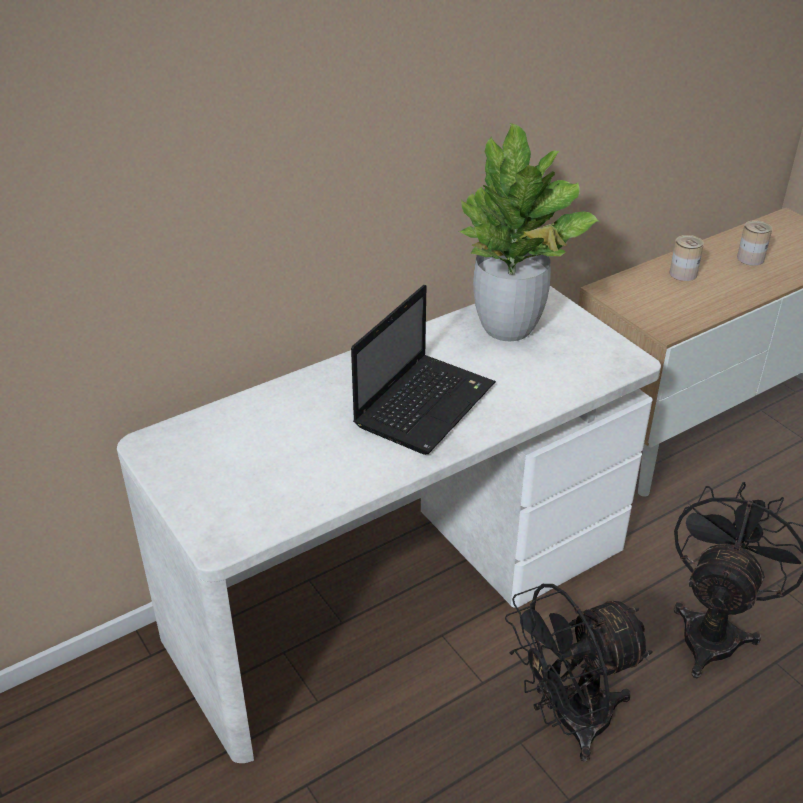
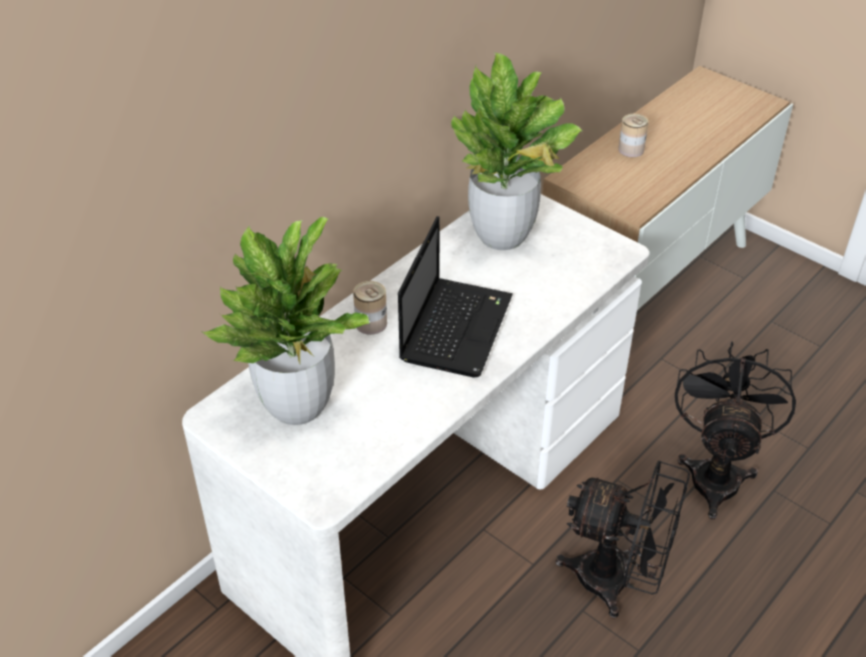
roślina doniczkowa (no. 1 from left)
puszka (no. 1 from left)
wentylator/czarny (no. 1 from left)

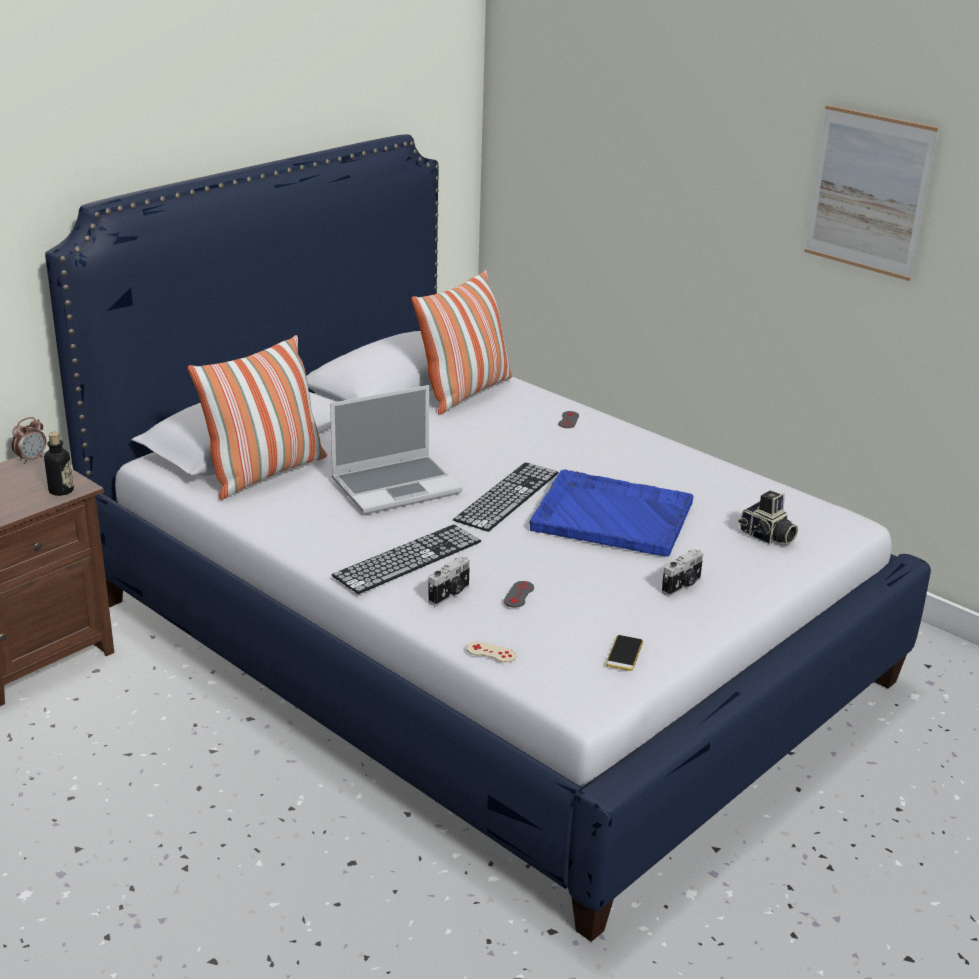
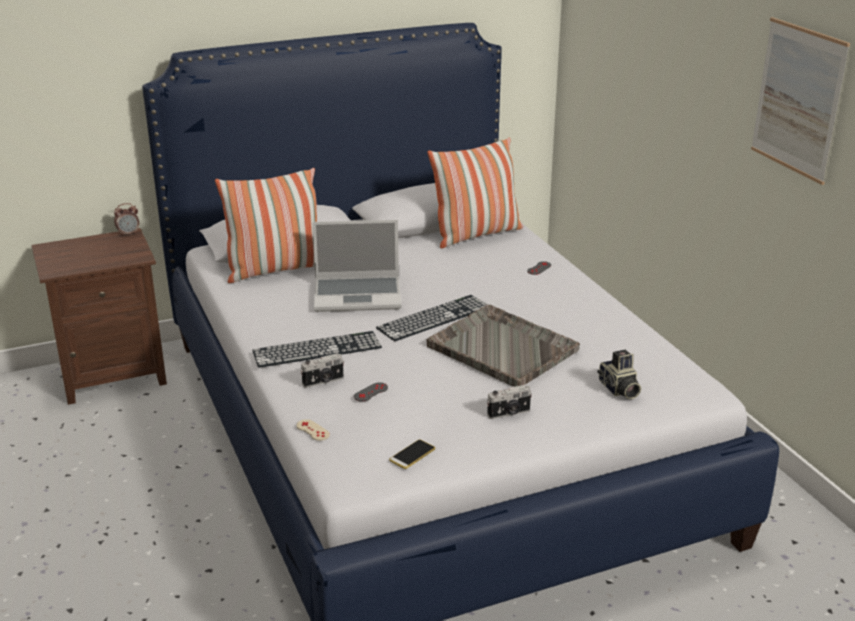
taca/szary
butelka

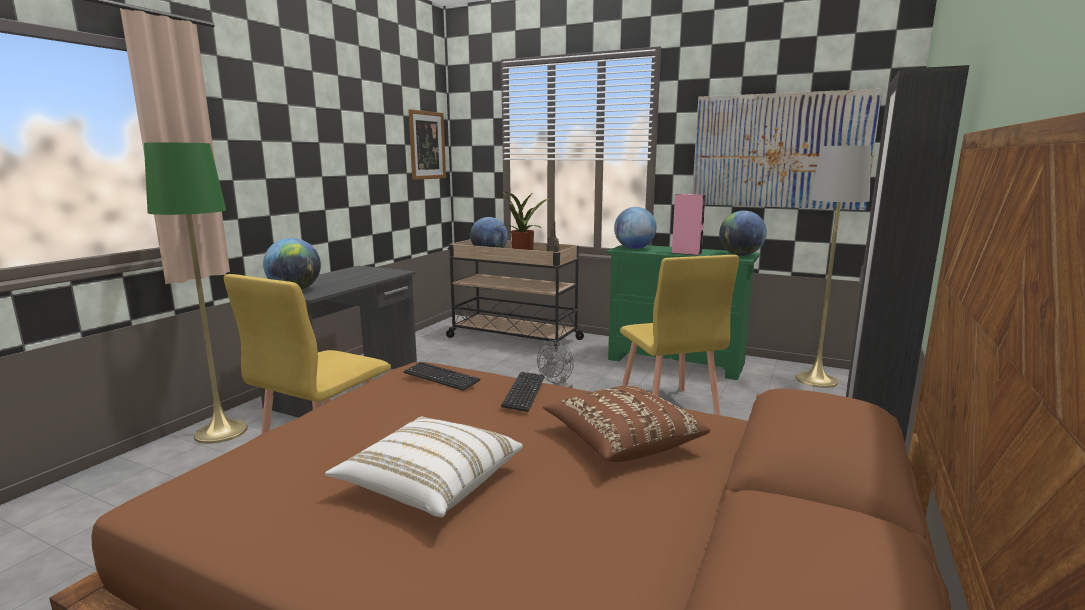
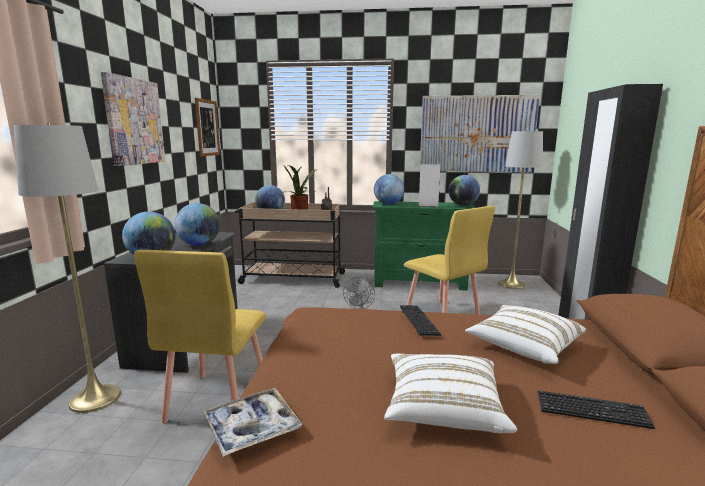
lampa stojąca/szary (no. 1 from left)
obraz (no. 1 from left)
globus (no. 2 from left)
taca
głośnik/biały
poduszka/biały (no. 2 from left)
klawiatura (no. 2 from left)

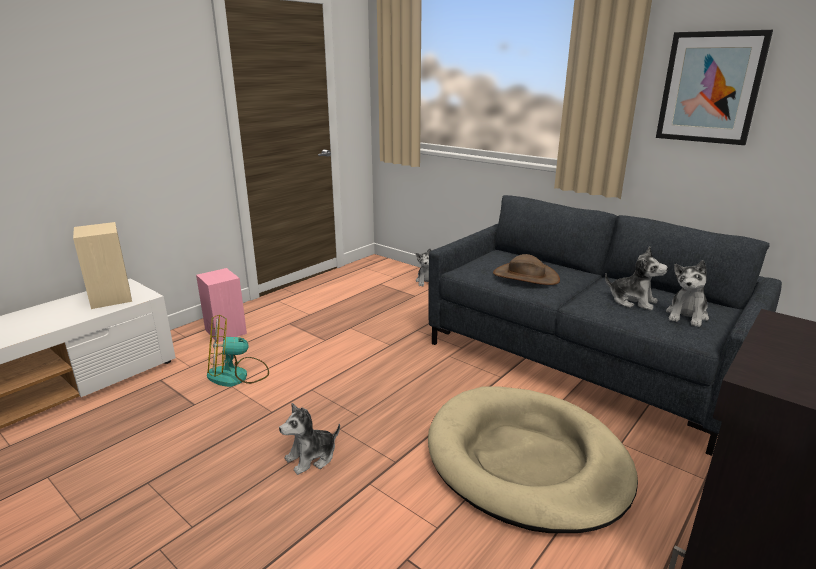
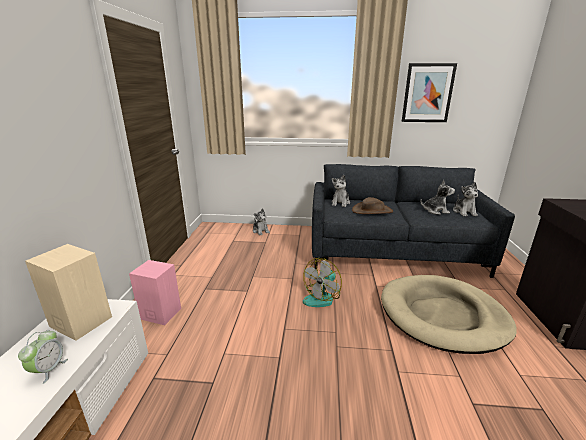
budzik
wentylator
pluszak (no. 2 from left)

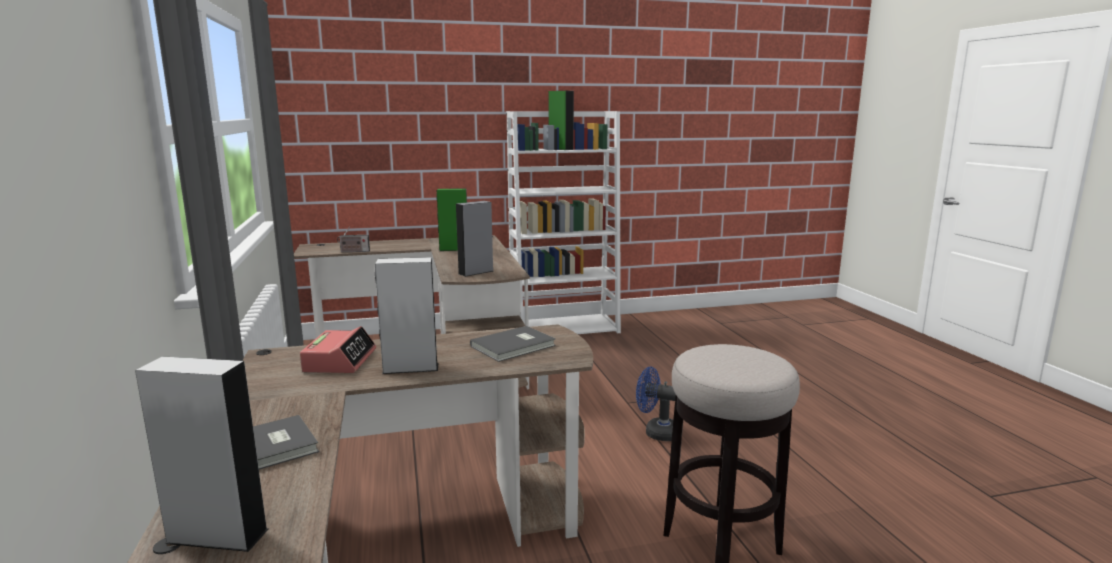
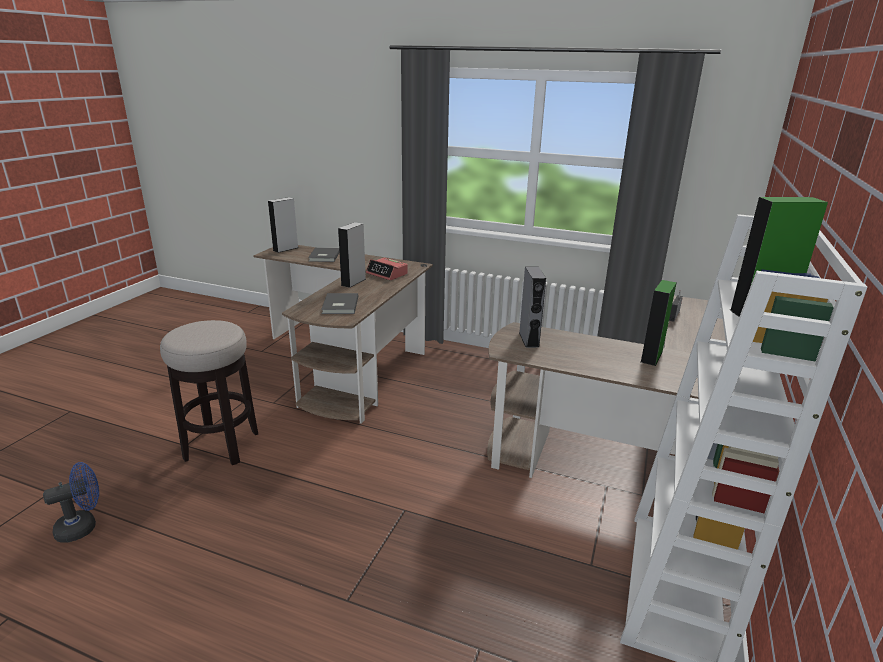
wentylator/niebieski

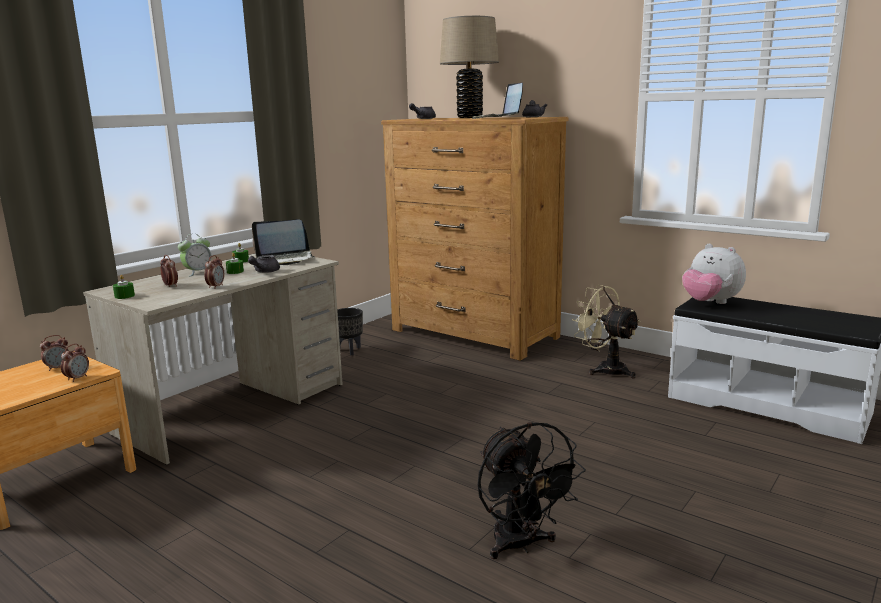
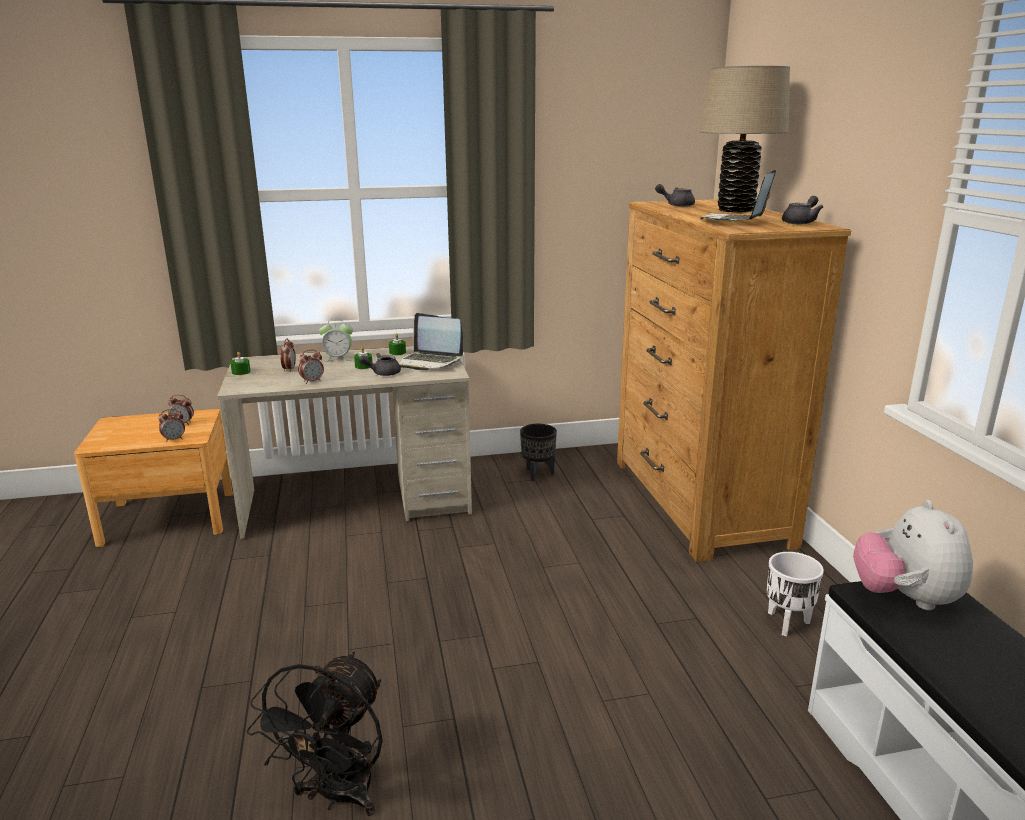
donica/biały

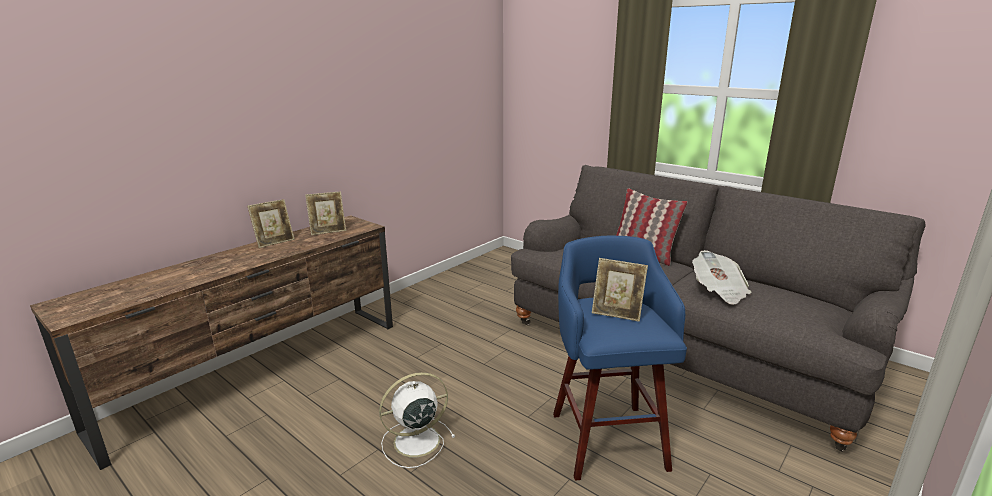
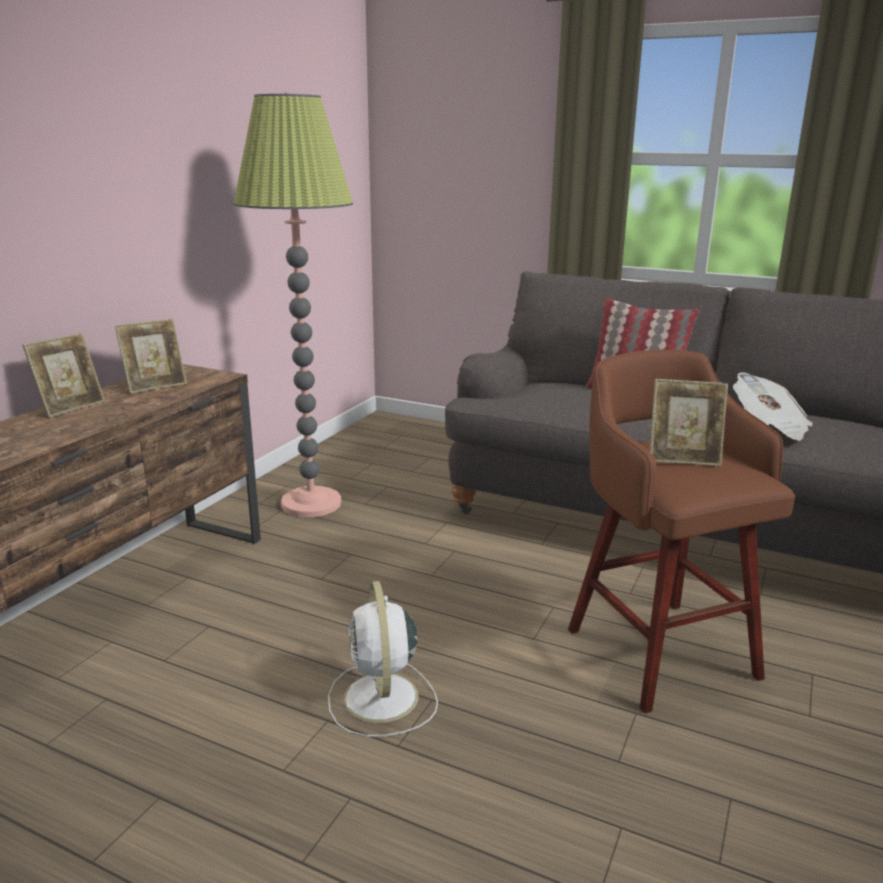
lampa stojąca
wentylator/biały
stołek/brązowy

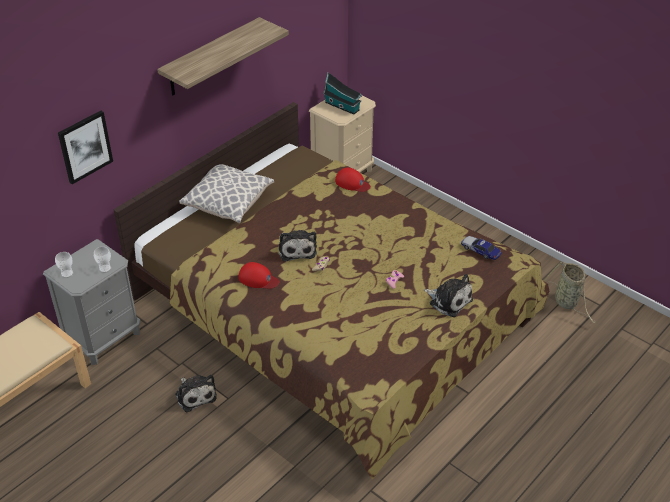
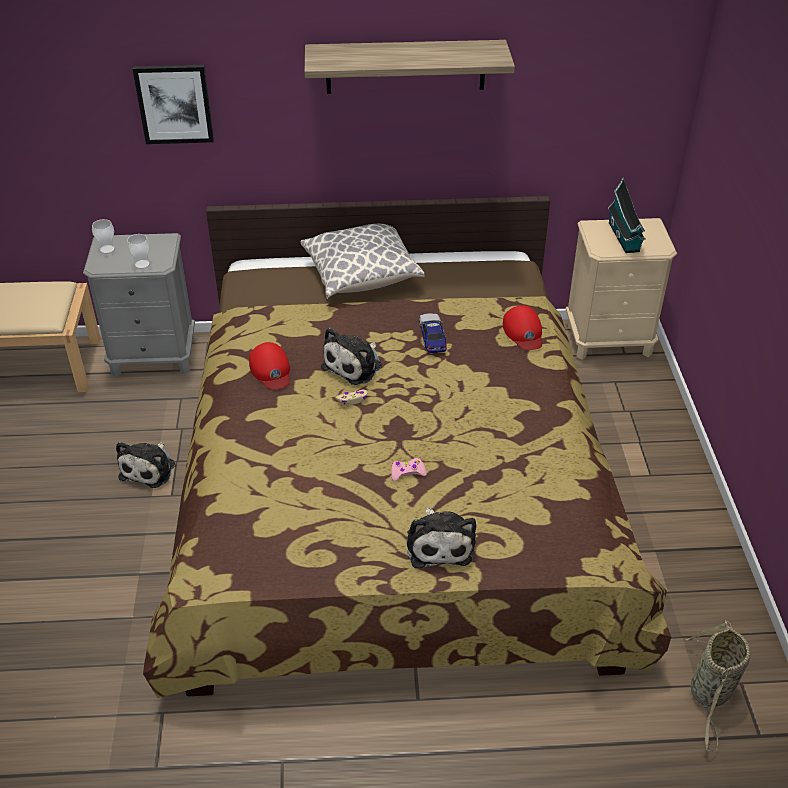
samochodzik

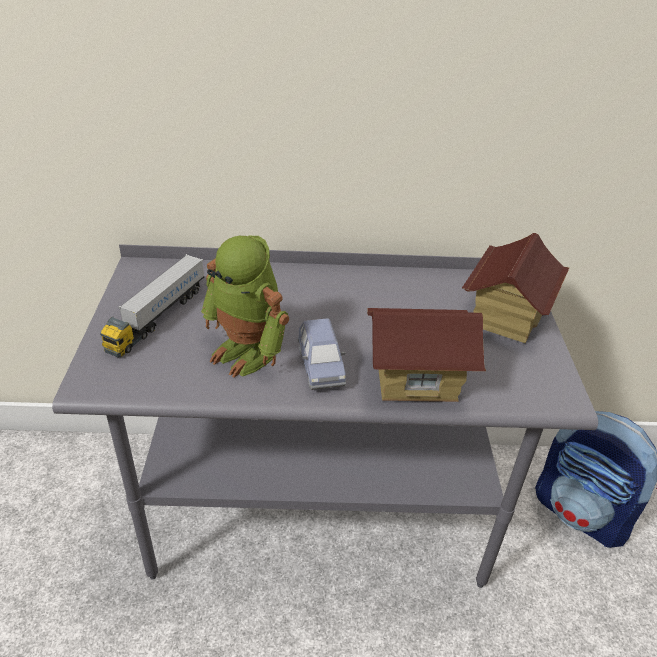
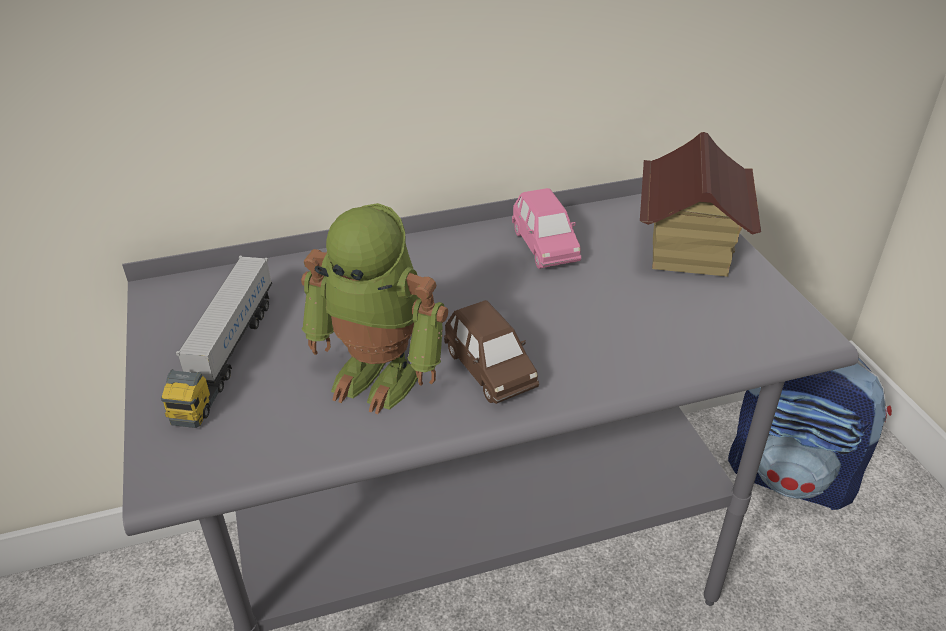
samochodzik/brązowy
samochodzik/różowy
domek (no. 1 from left in the first image)

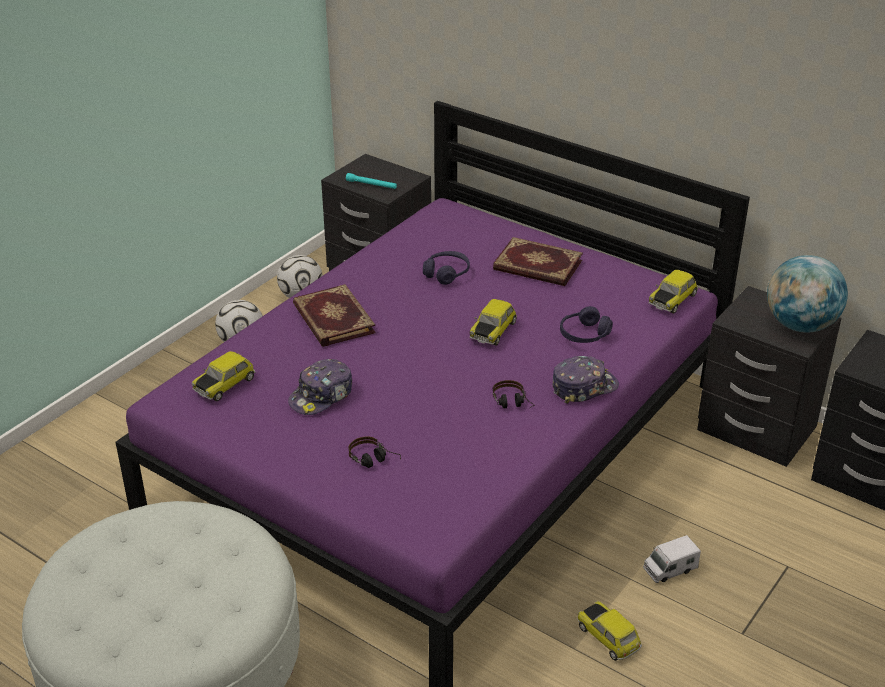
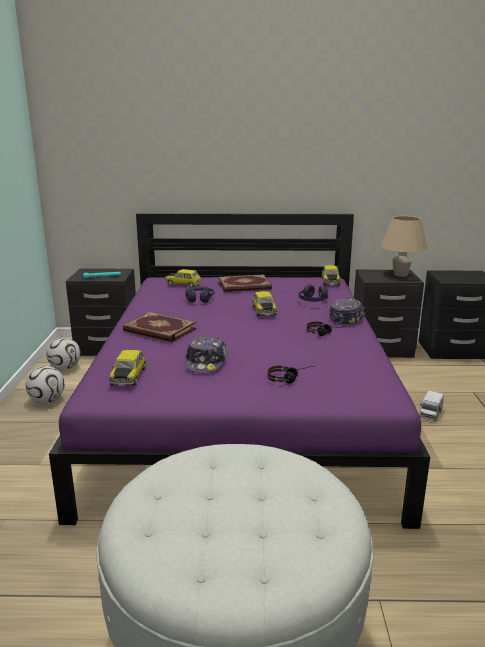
samochodzik (no. 2 from left)
lampa stołowa/beżowy

